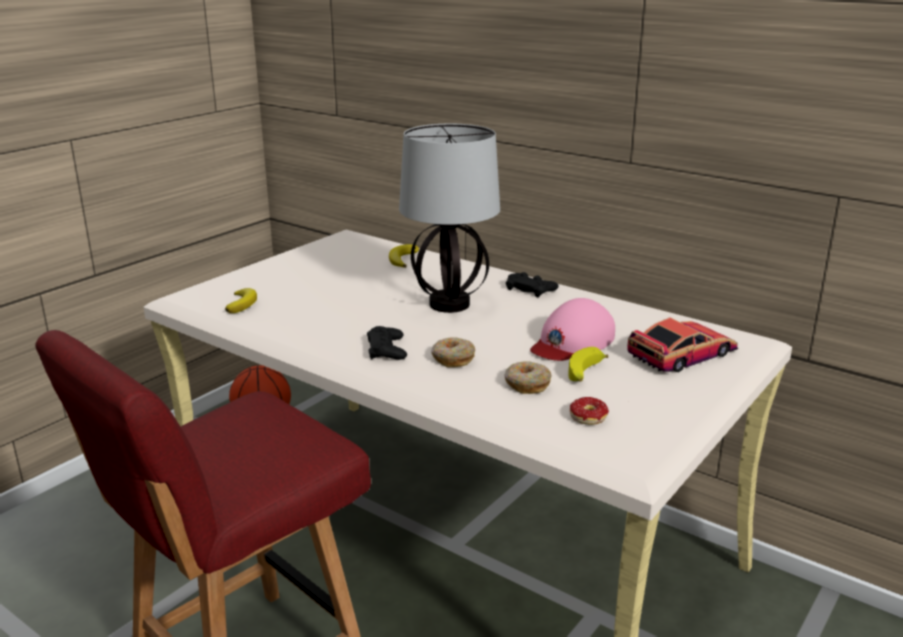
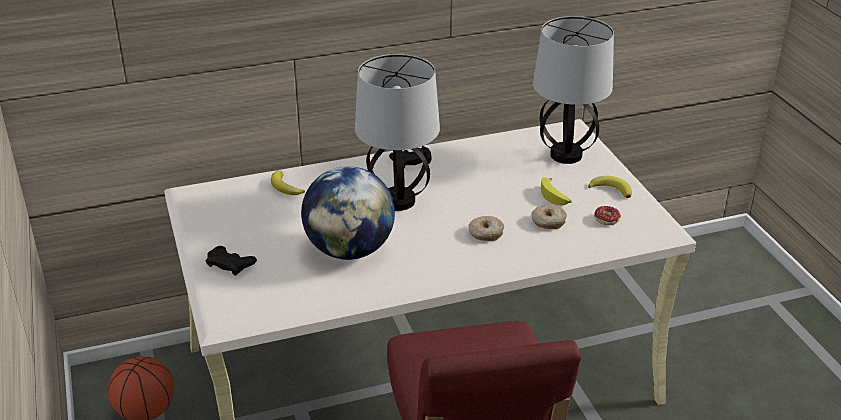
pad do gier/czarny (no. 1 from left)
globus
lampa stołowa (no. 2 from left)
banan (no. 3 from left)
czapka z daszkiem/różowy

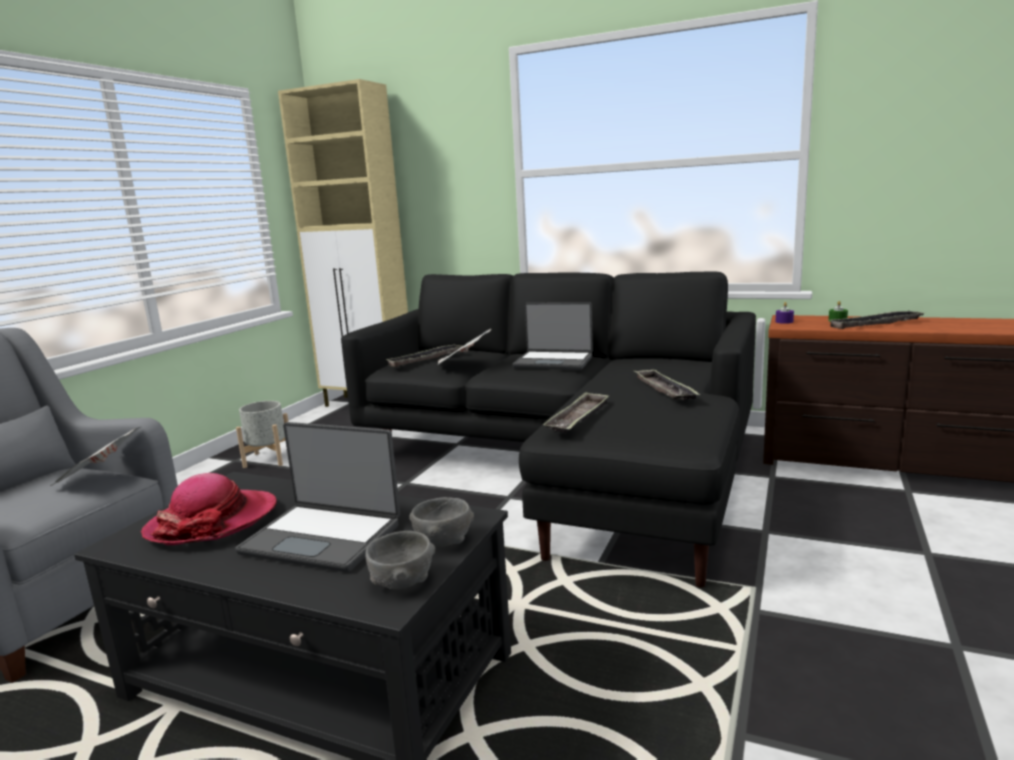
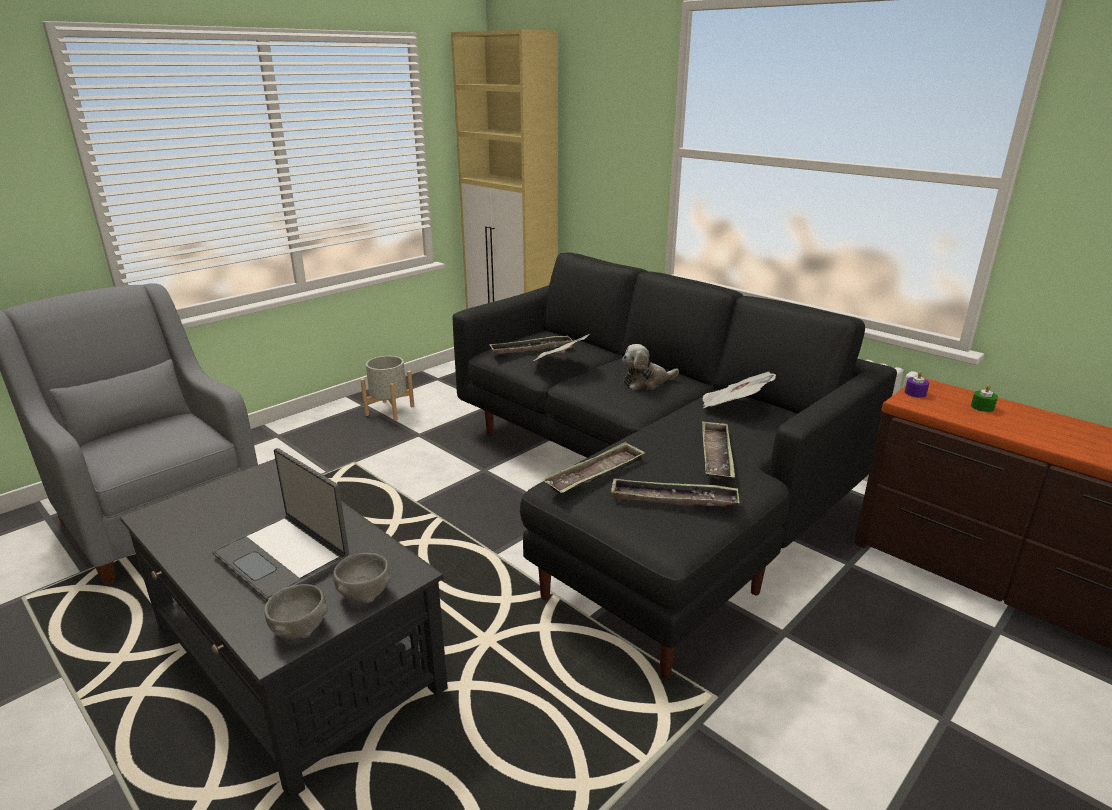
taca (no. 3 from left)
pluszak
gazeta (no. 2 from left)
kapelusz

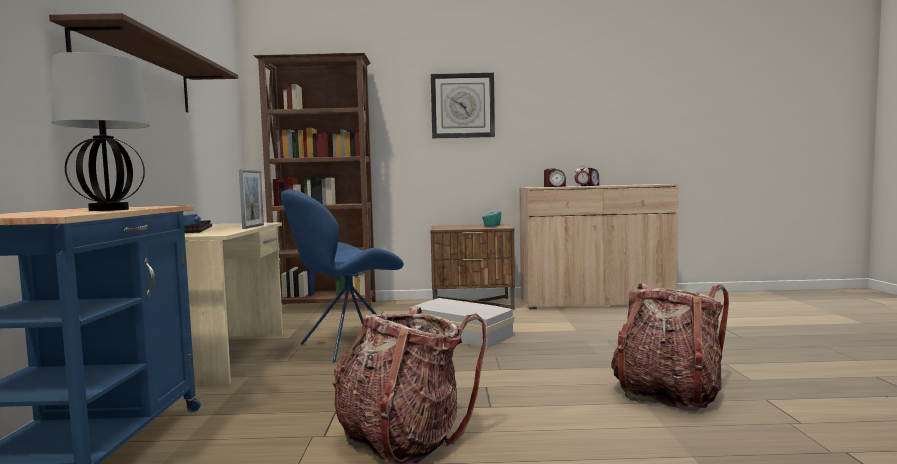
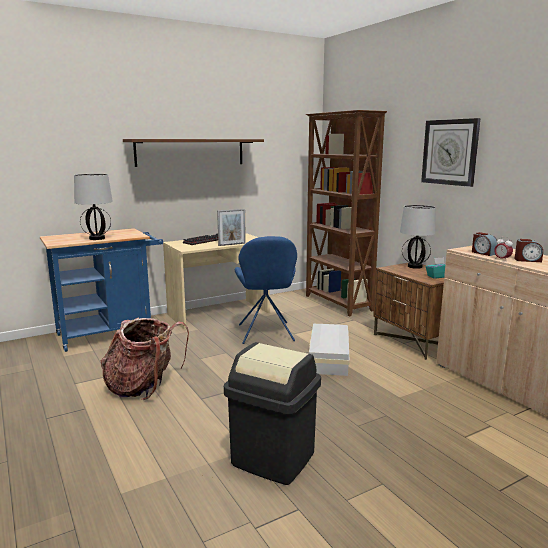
kosz na śmieci/czarny
krzesło/niebieski
lampa stołowa (no. 2 from left)

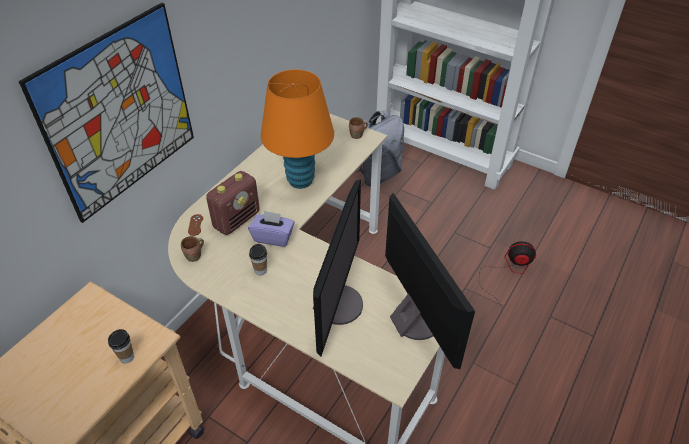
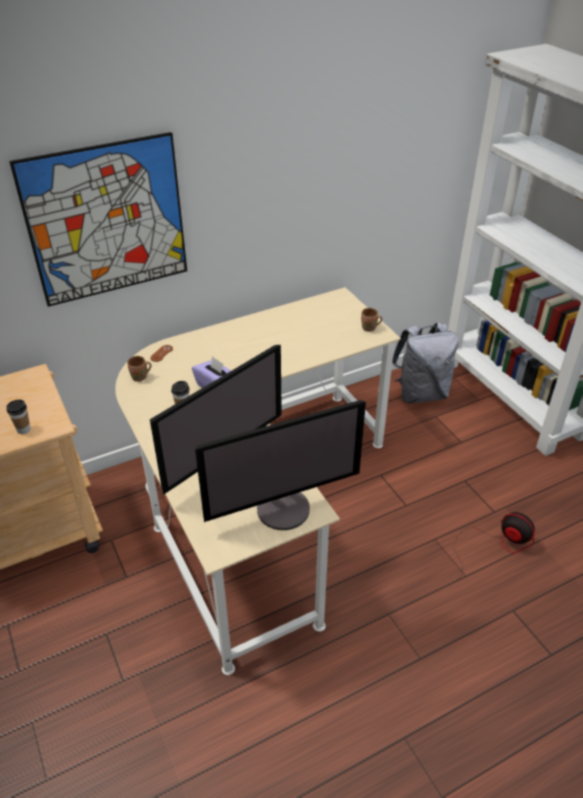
monitor (no. 2 from left)
radio
lampa stołowa/pomarańczowy

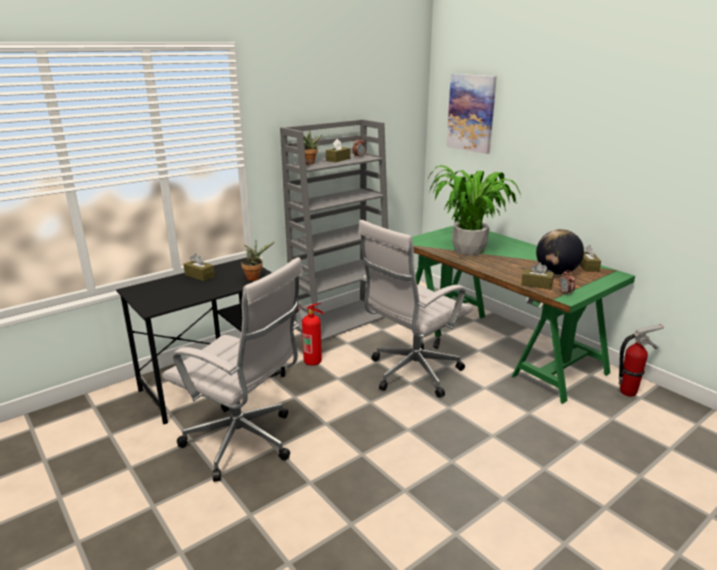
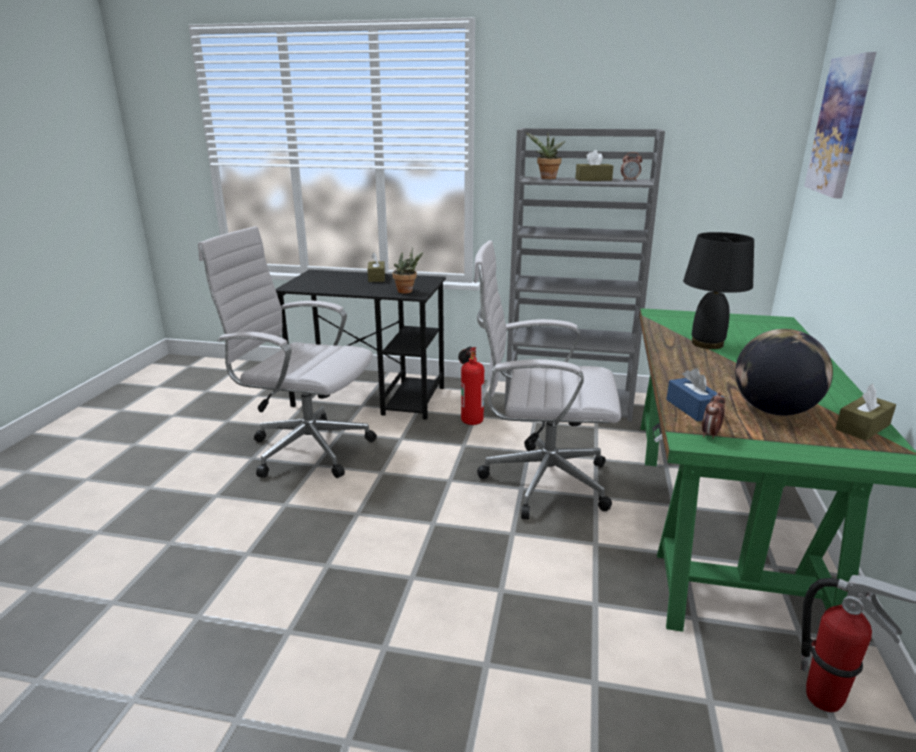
krzesło biurowe/biały (no. 1 from left)
pudełko chusteczek/niebieski
lampa stołowa/czarny

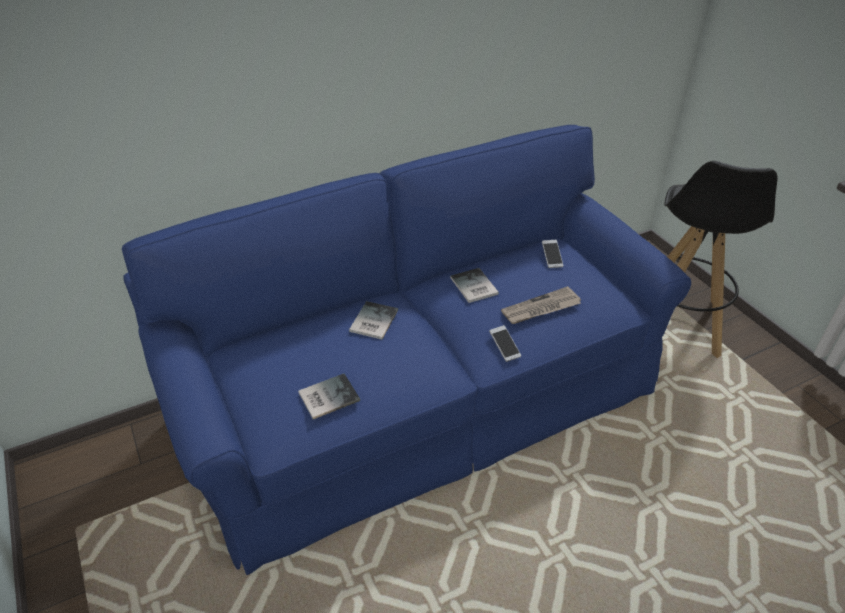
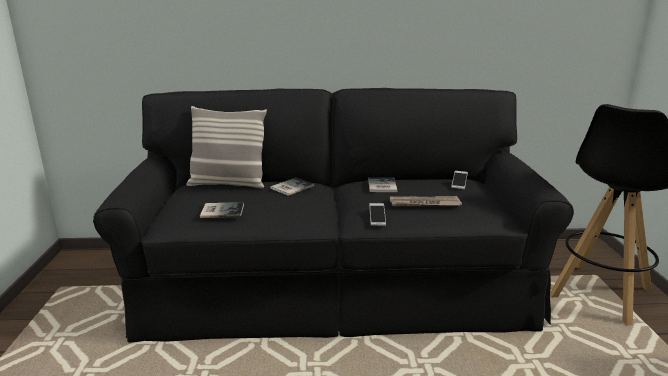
kanapa/czarny
poduszka

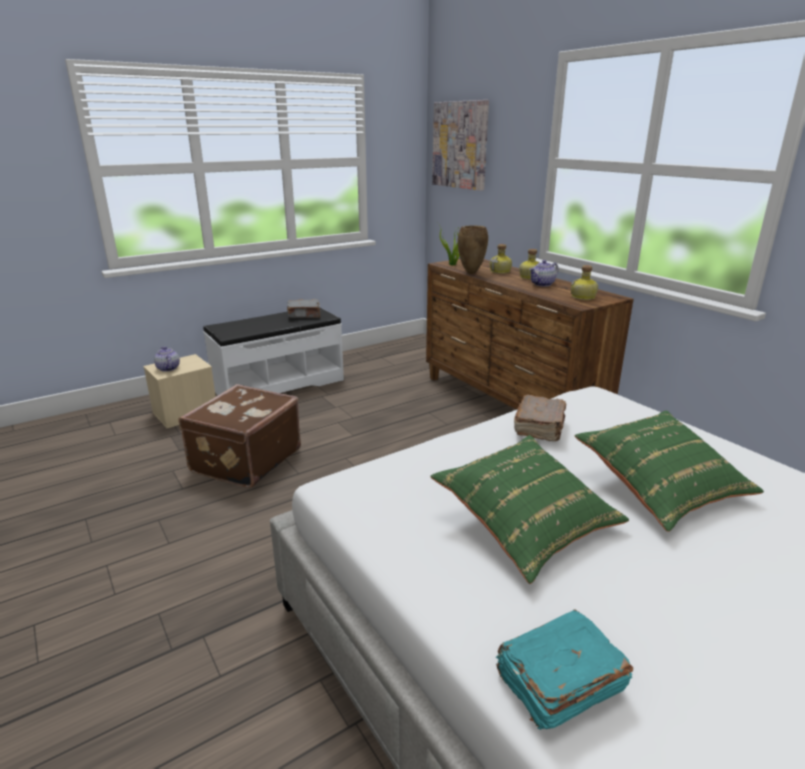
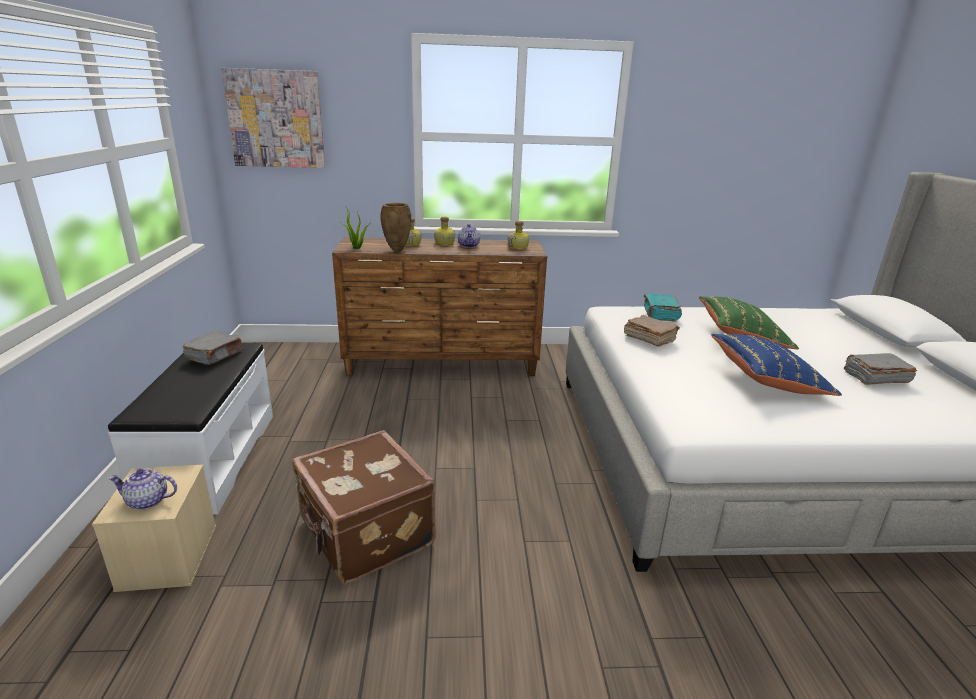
książka/turkusowy
poduszka/niebieski
książka/szary (no. 2 from left)

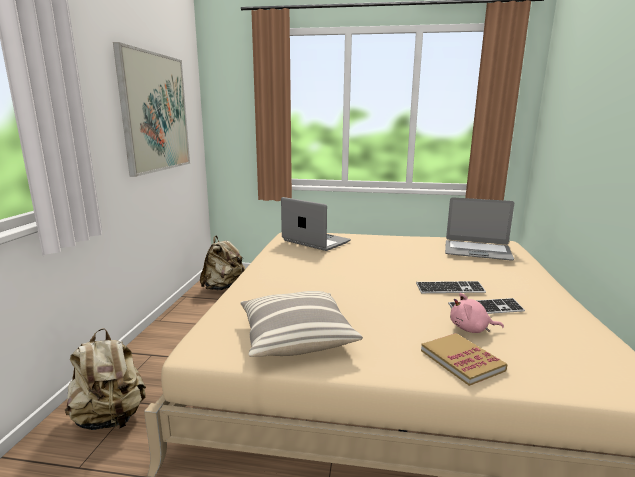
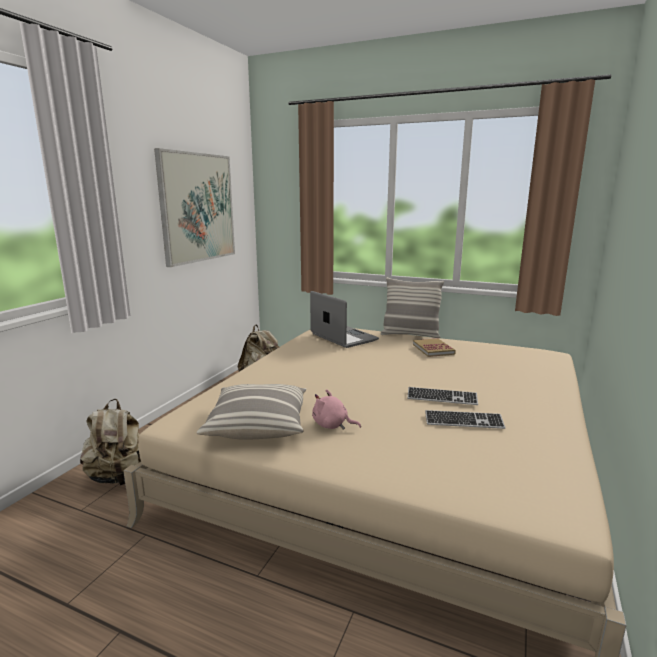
pluszak/różowy
poduszka (no. 2 from left)
książka
laptop (no. 2 from left in the first image)

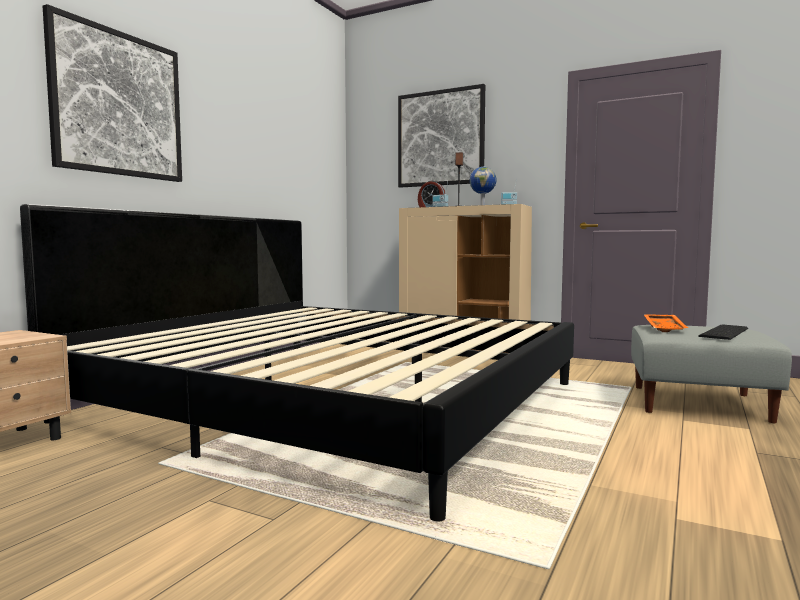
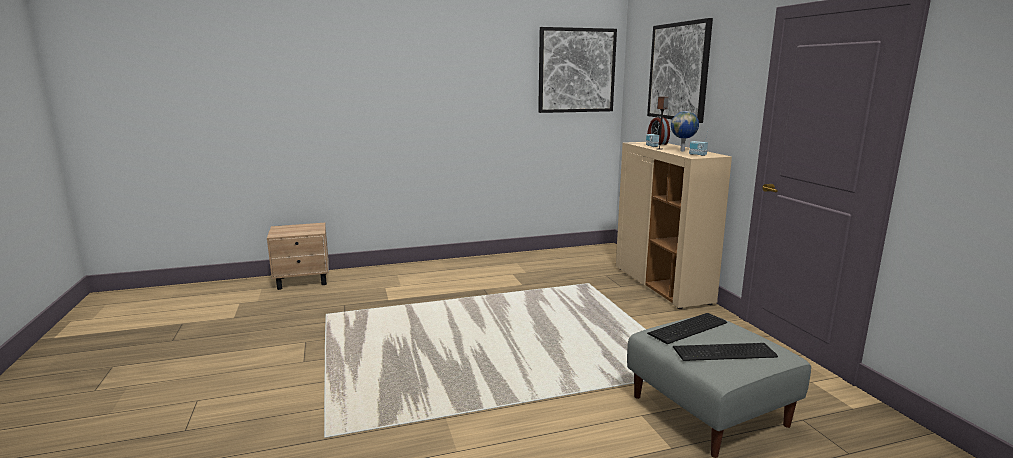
obraz (no. 1 from left)
klawiatura (no. 1 from left)
łóżko

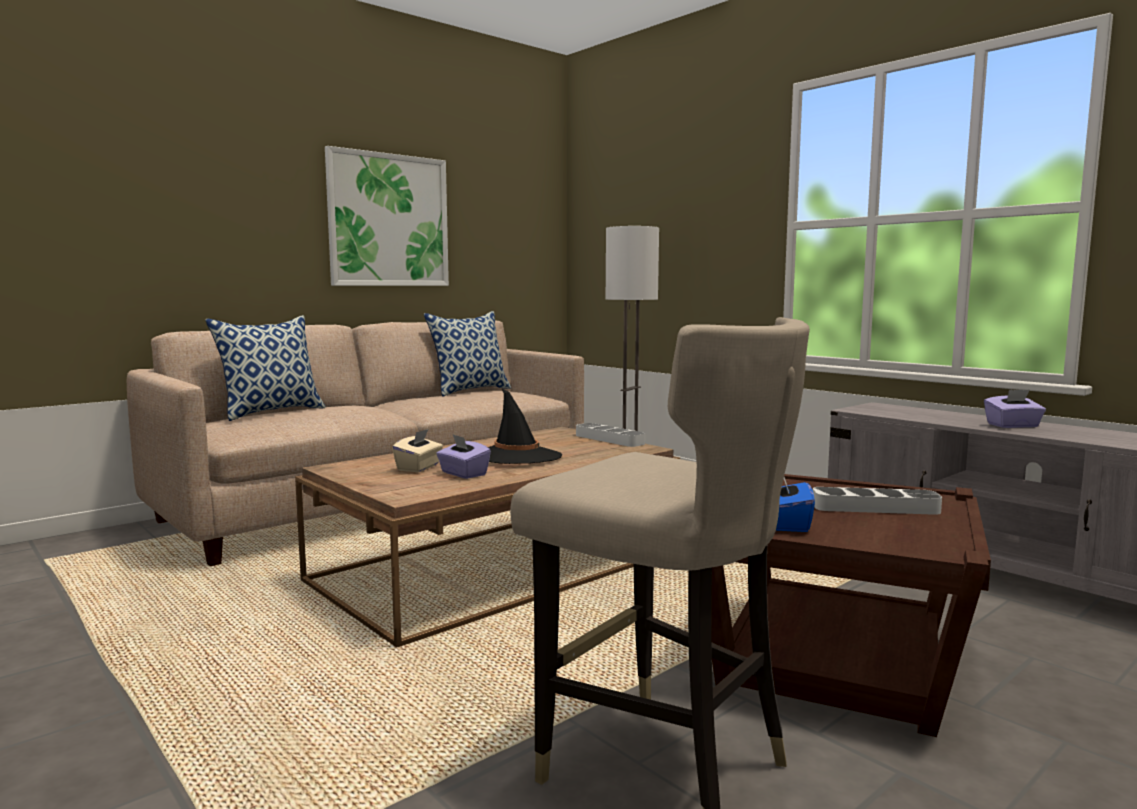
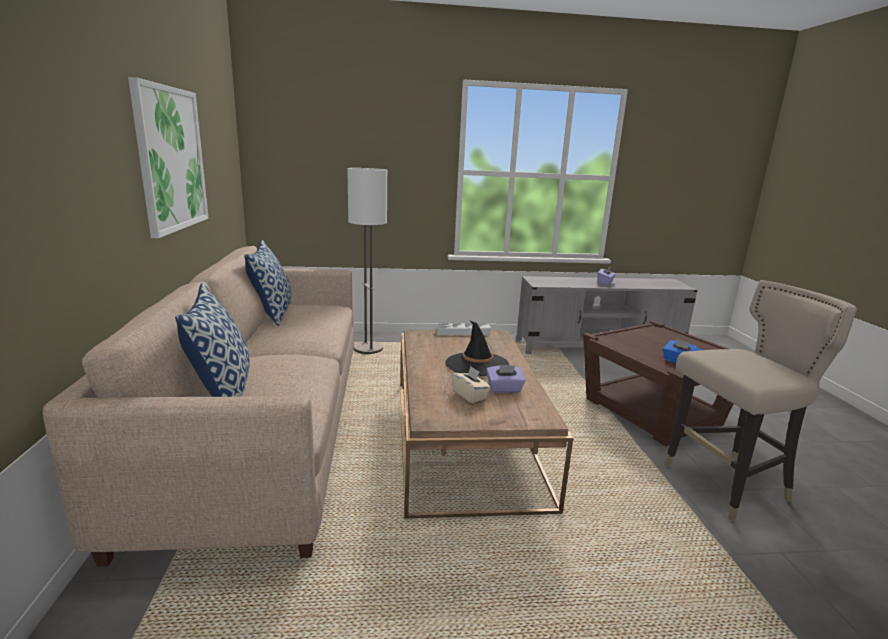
taca/szary (no. 2 from left in the first image)

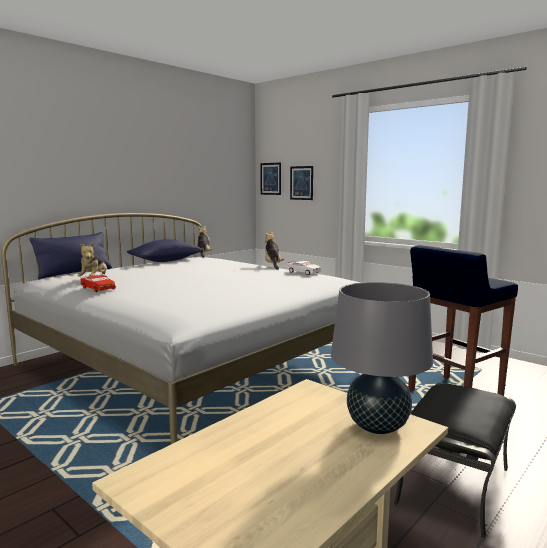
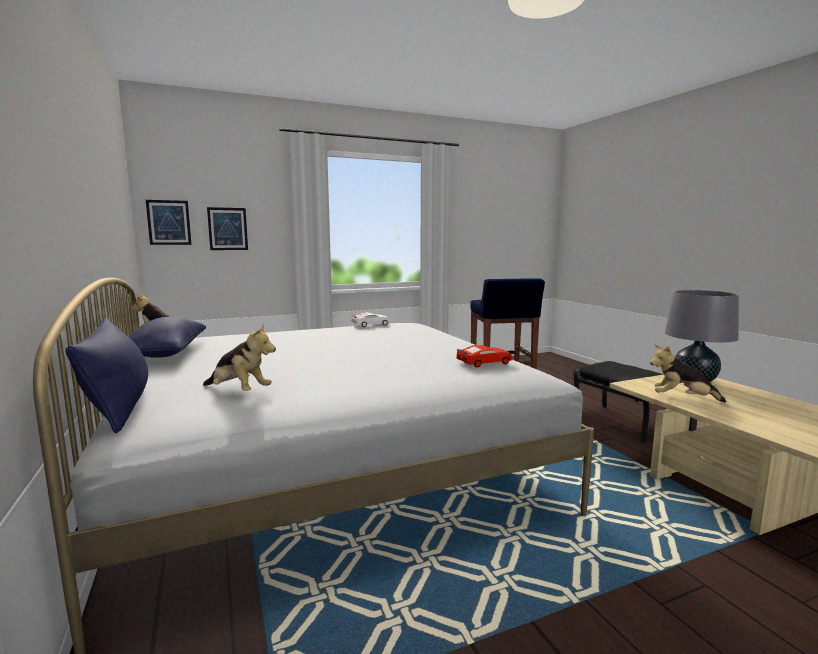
samochodzik/czerwony
pluszak (no. 3 from left)

